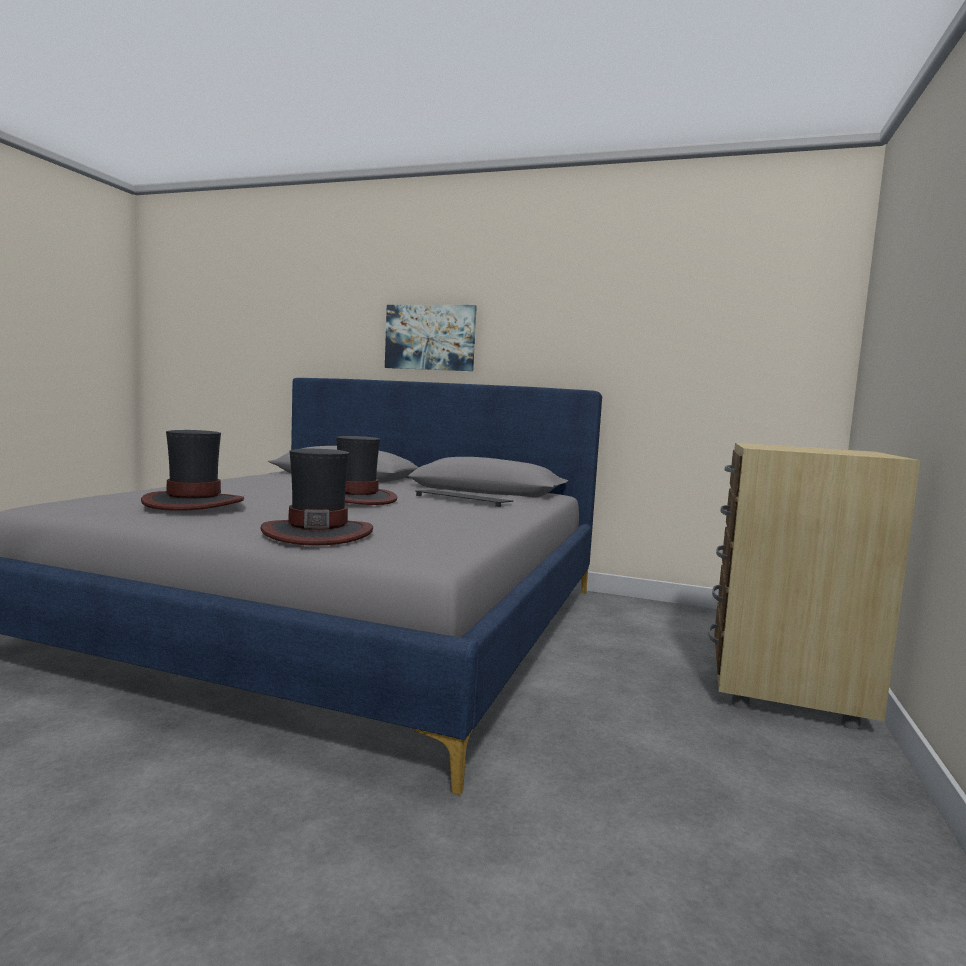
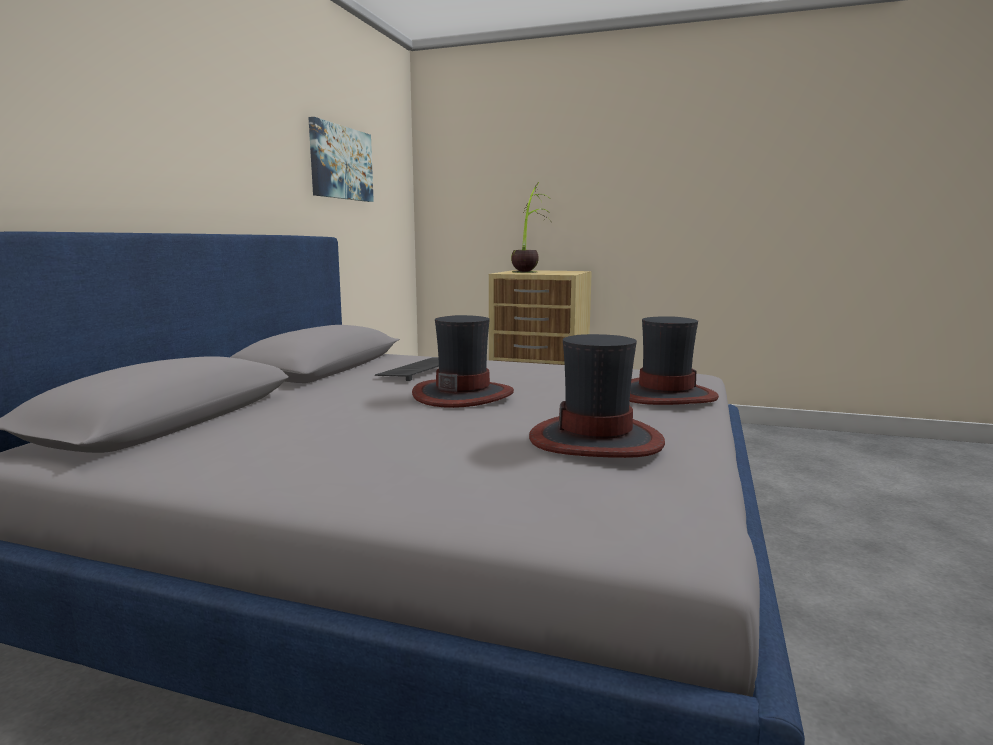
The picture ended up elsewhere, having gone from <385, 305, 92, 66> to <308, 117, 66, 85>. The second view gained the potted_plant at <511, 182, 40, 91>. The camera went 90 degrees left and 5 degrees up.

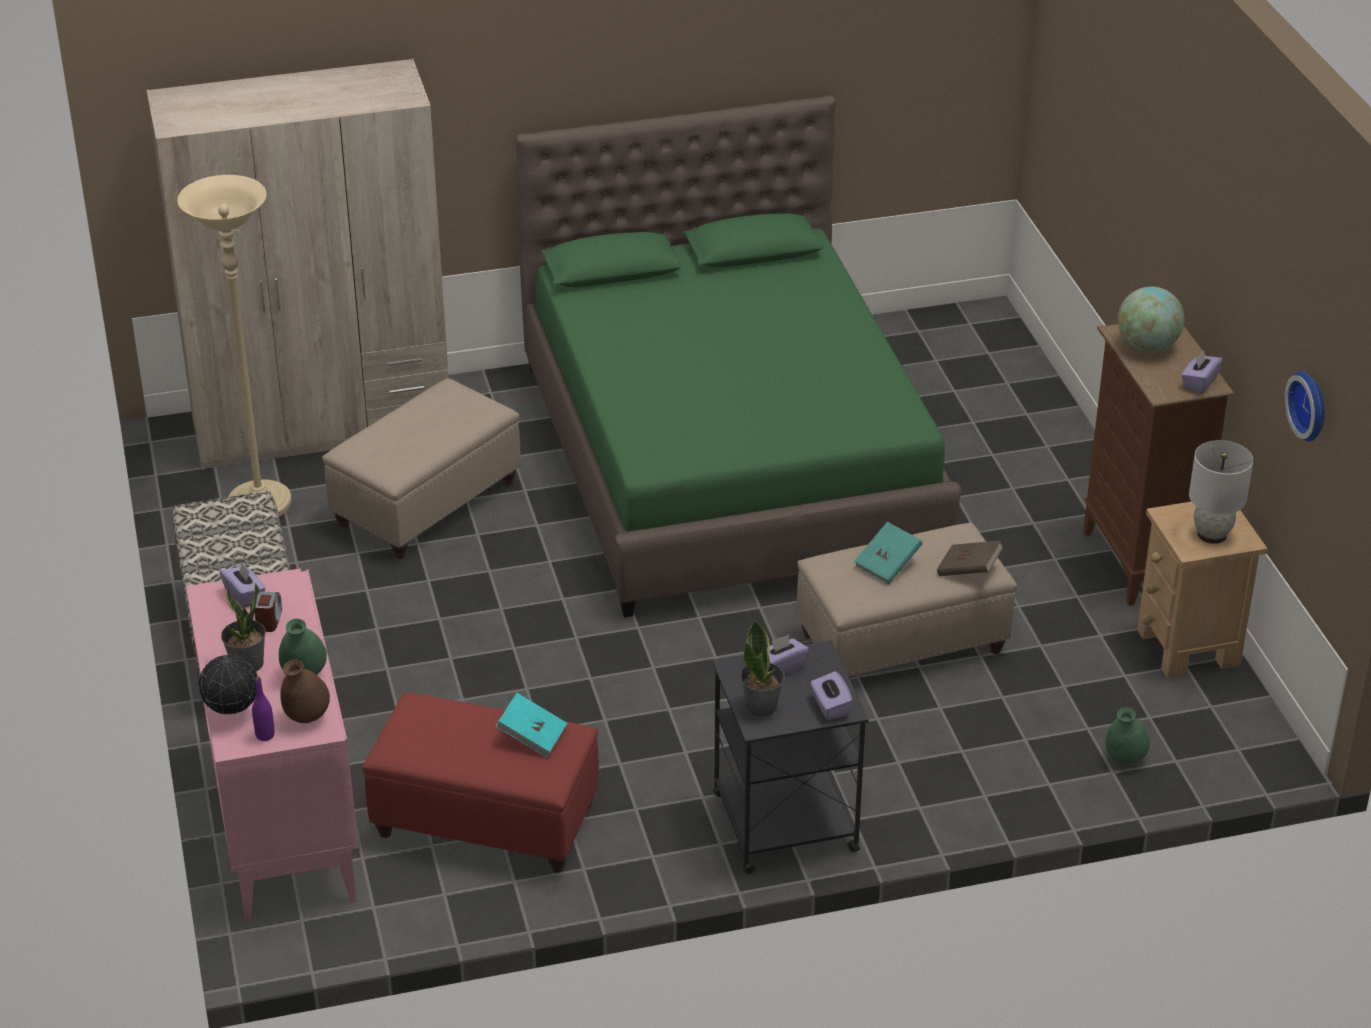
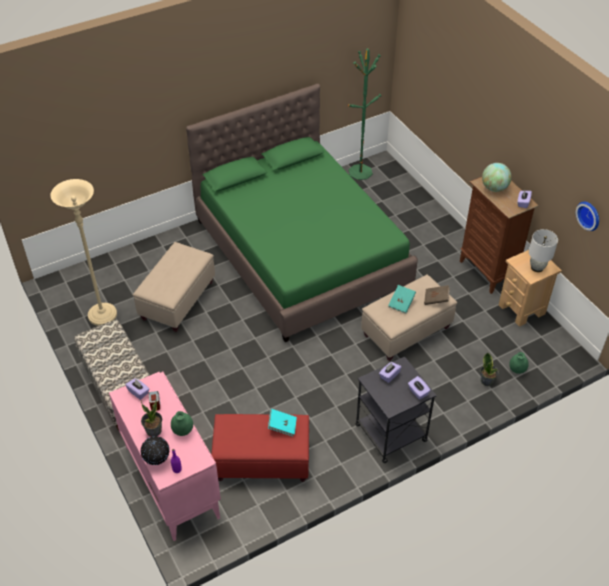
The second view lost the beige_wardrobe at <147, 59, 302, 411>. The second view lost the brown_vase at <280, 660, 50, 63>. The potted_plant ended up elsewhere, having gone from <740, 620, 45, 97> to <481, 352, 18, 34>. The second view gained the green_clothes_rack at <348, 48, 33, 132>. The camera went 15 degrees left and 10 degrees up.

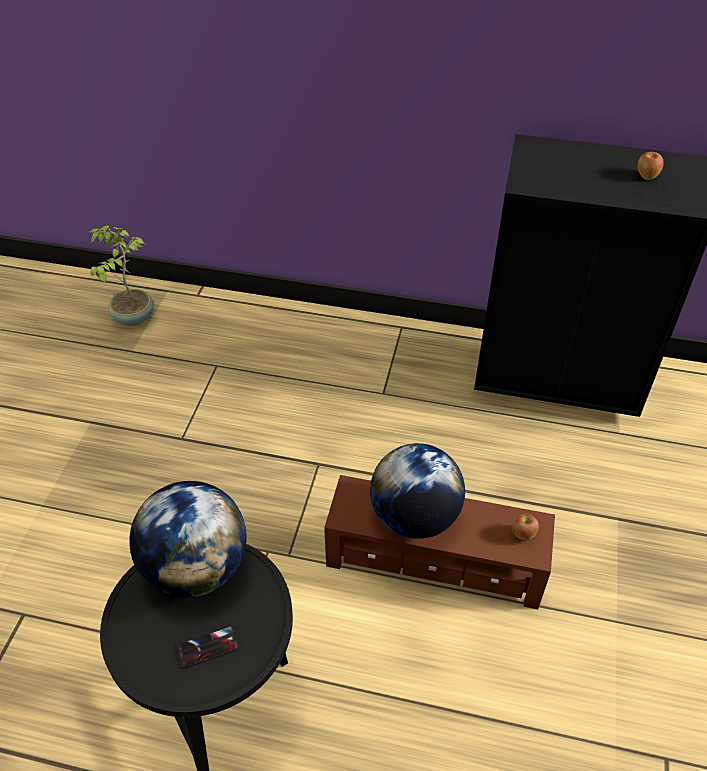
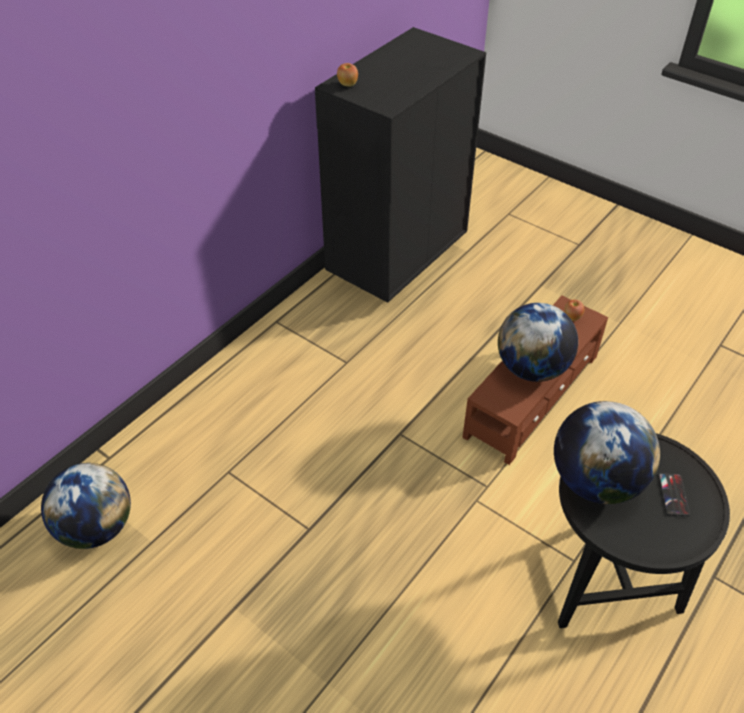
Where the potted_plant stood at <89, 226, 65, 100>, the globe came to stand at <41, 463, 90, 86>. The apple ended up elsewhere, having gone from <638, 152, 26, 28> to <337, 63, 21, 24>. The camera went 65 degrees left and 0 degrees up.

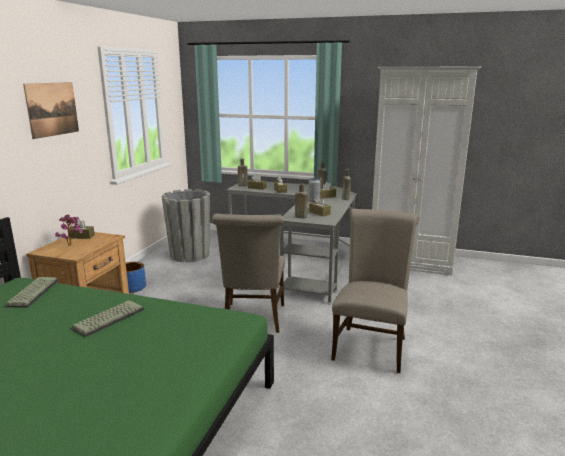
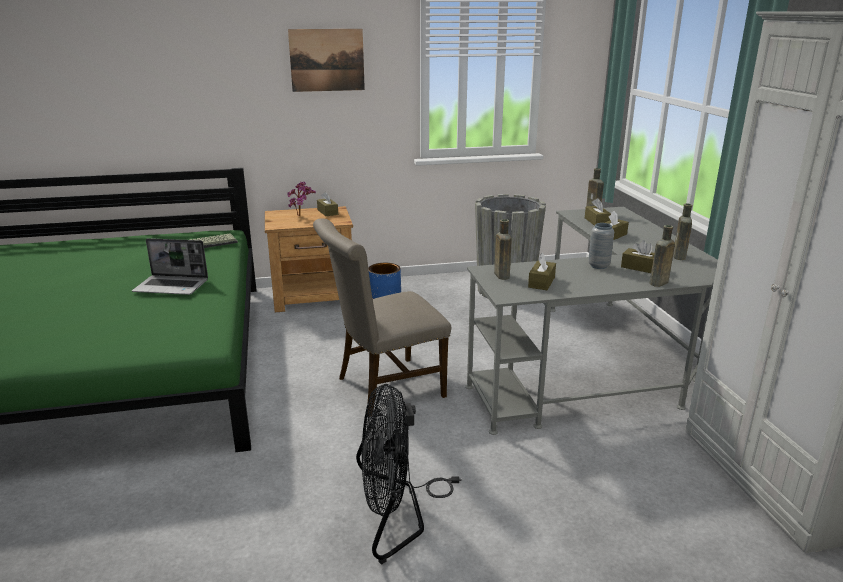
Where the keyboard stood at <71, 300, 74, 37>, the laptop came to stand at <132, 238, 76, 57>. Where the beige_chair stood at <331, 209, 89, 164>, the black_fan came to stand at <356, 384, 106, 181>. The camera went 60 degrees right and 5 degrees up.

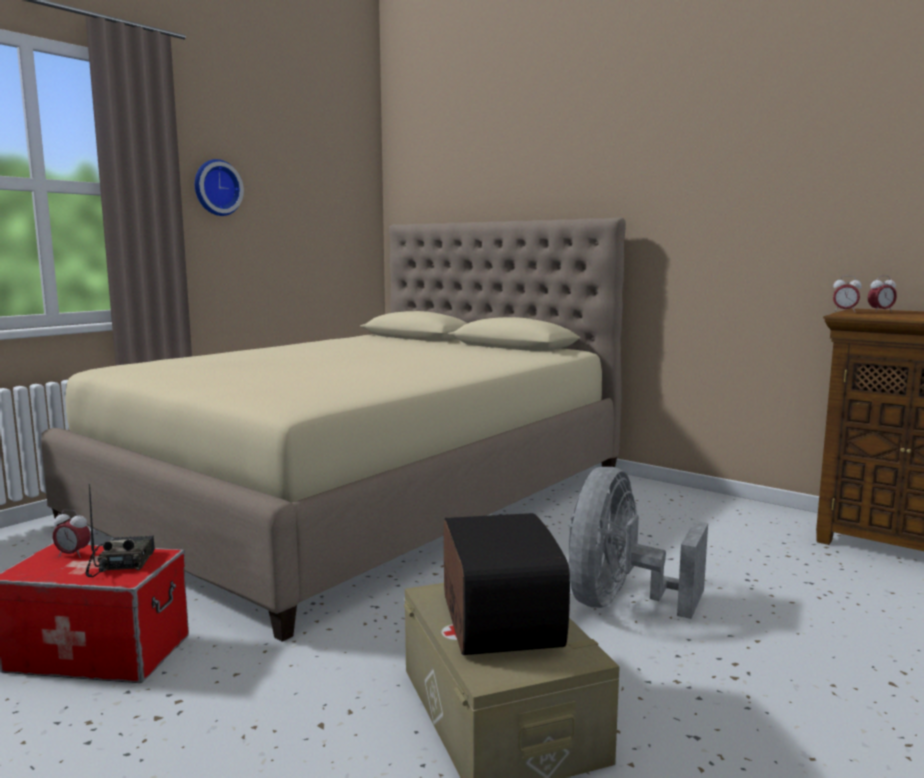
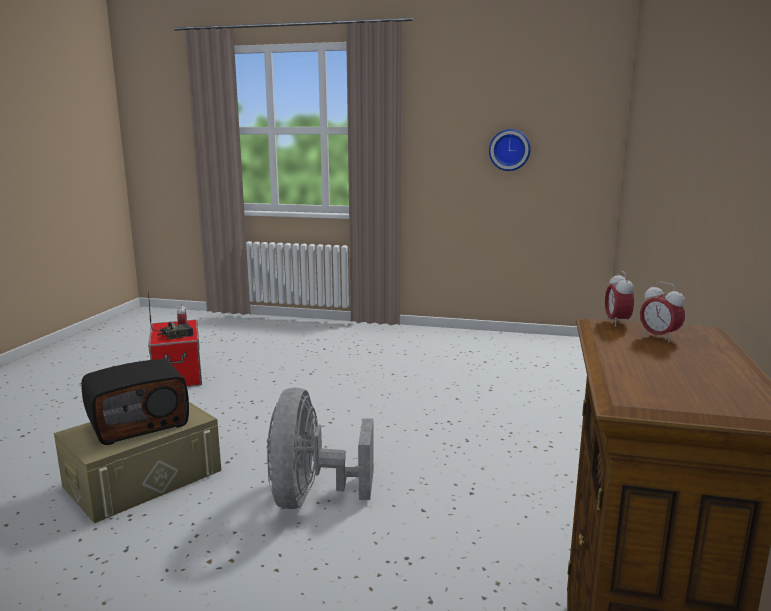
The second view lost the beige_bed at <41, 217, 585, 425>. The wall_clock ended up elsewhere, having gone from <195, 159, 49, 57> to <489, 129, 41, 42>. The grey_fan at <568, 467, 140, 152> ended up facing another way, 90 degrees counterclockwise from before. The camera went 65 degrees right and 5 degrees up.

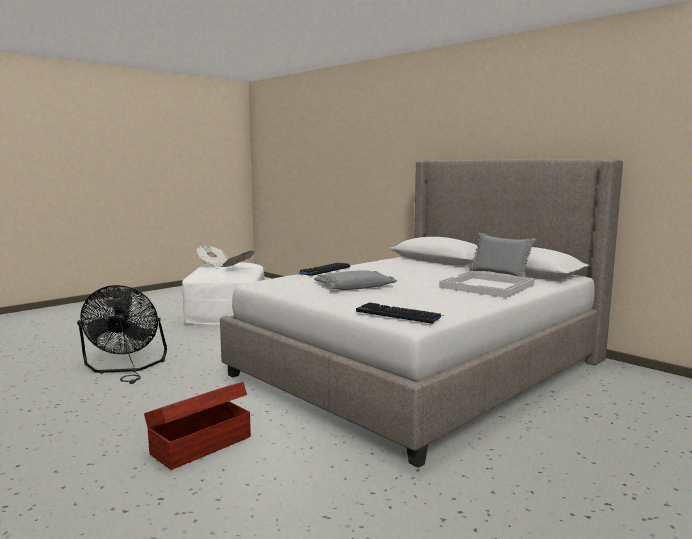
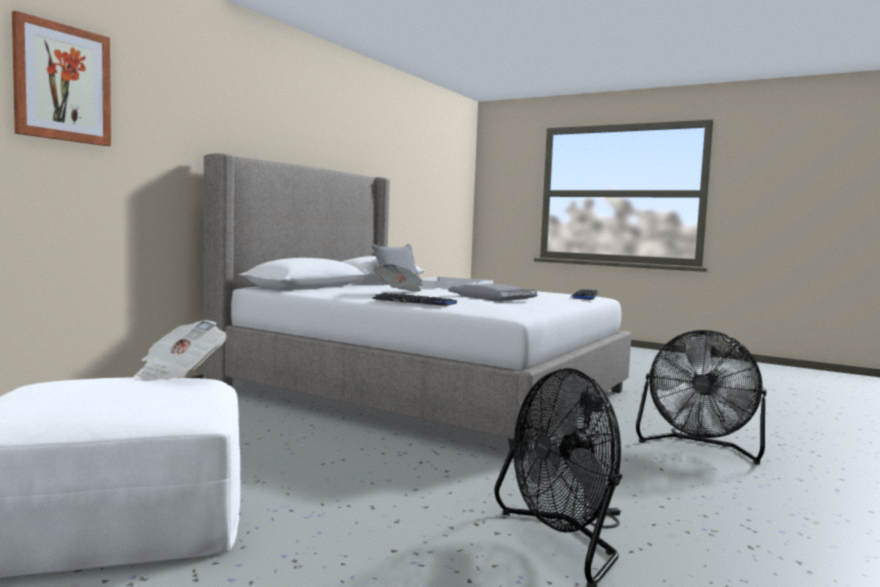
Where the brown_storage_box stood at <144, 382, 107, 88>, the black_fan came to stand at <636, 330, 131, 135>. The newspaper ended up elsewhere, having gone from <196, 245, 32, 22> to <374, 264, 49, 28>. The second view gained the picture at <12, 11, 99, 135>. The camera went 105 degrees left and 5 degrees down.

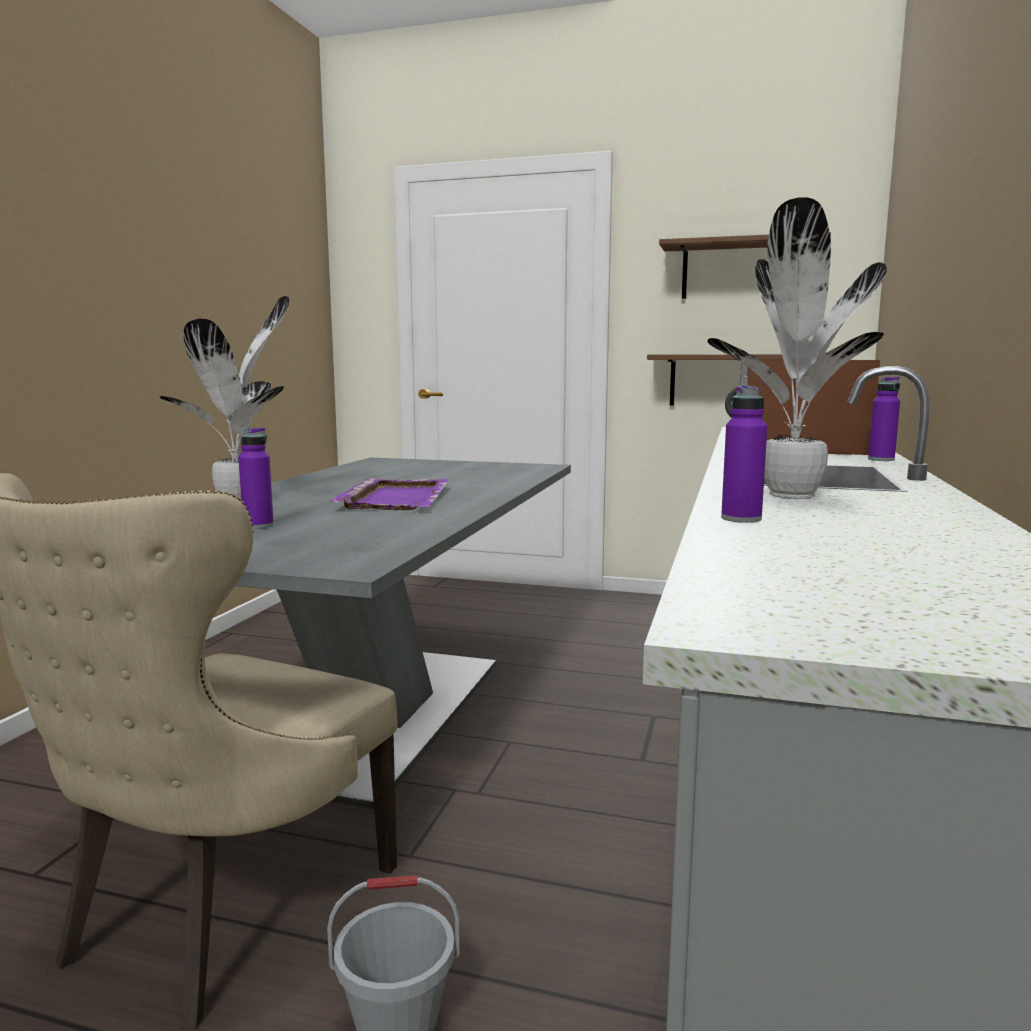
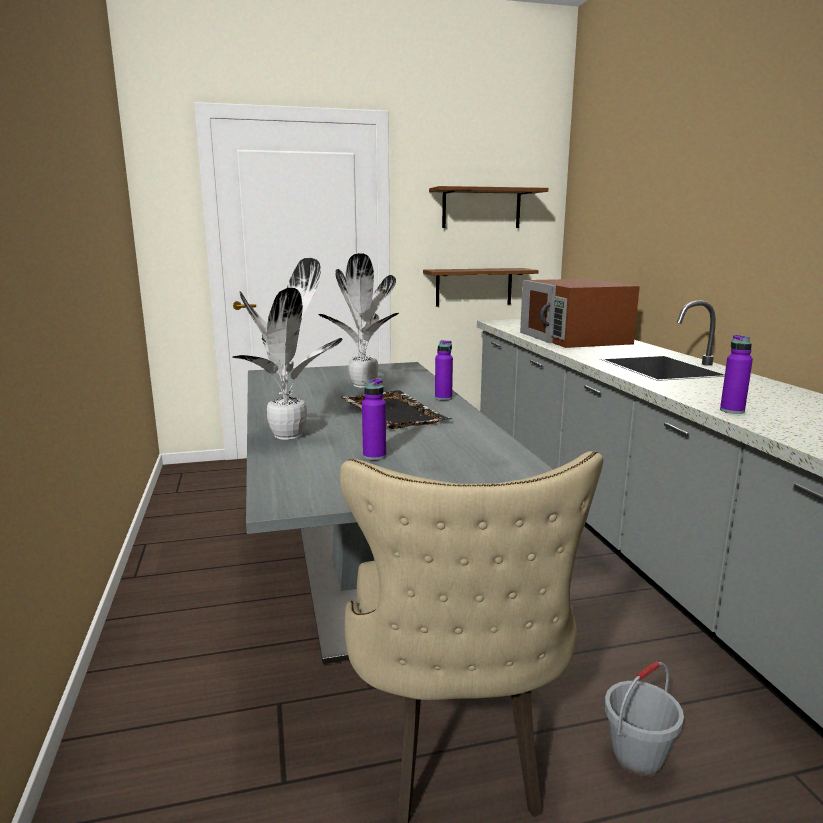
What was the purple_tray at <331, 478, 117, 32> turned into the black_tray at <341, 390, 111, 39>. The potted_plant ended up elsewhere, having gone from <707, 197, 180, 302> to <319, 253, 80, 135>. The purple_bottle ended up elsewhere, having gone from <868, 377, 32, 84> to <435, 340, 18, 60>. The camera went 30 degrees left and 5 degrees up.

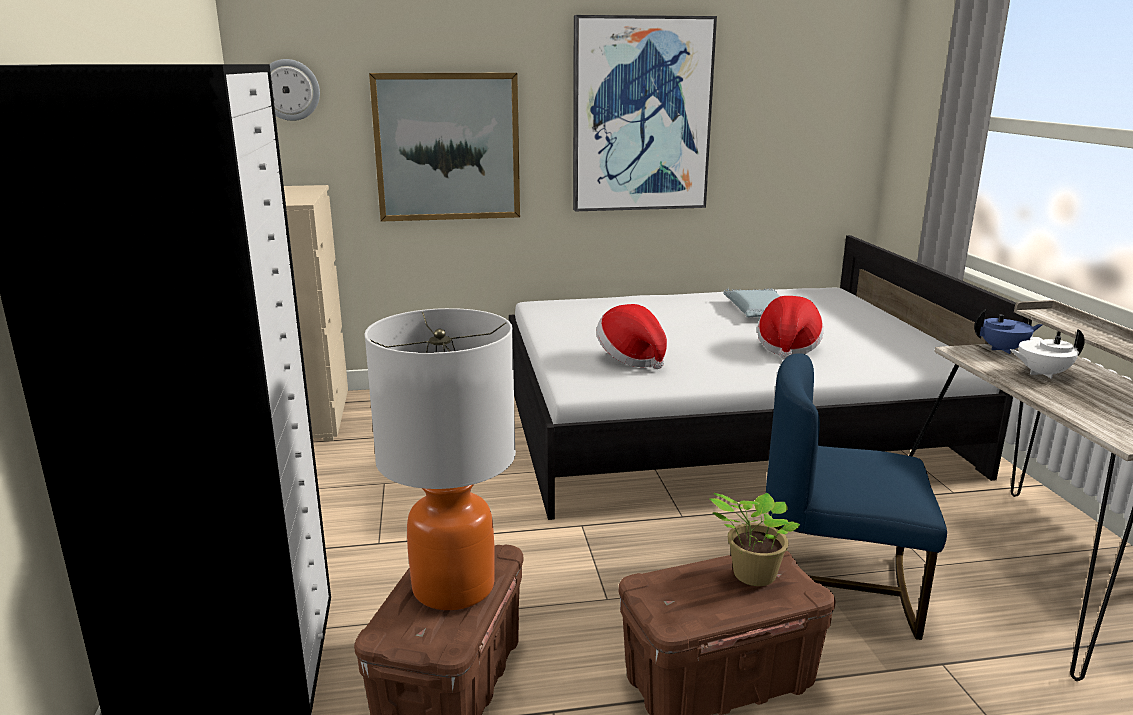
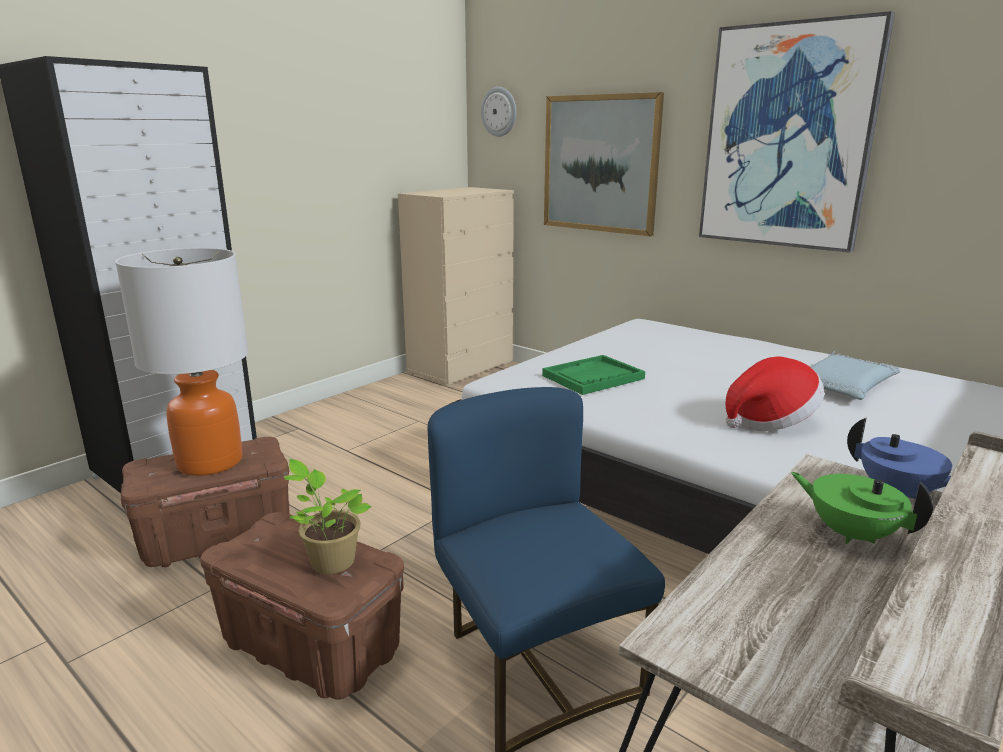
Where the hat stood at <596, 304, 71, 65>, the green_tray came to stand at <542, 355, 103, 40>. What was the white_teapot at <1010, 329, 75, 49> turned into the green_teapot at <791, 472, 142, 72>. The camera went 50 degrees right and 0 degrees up.

